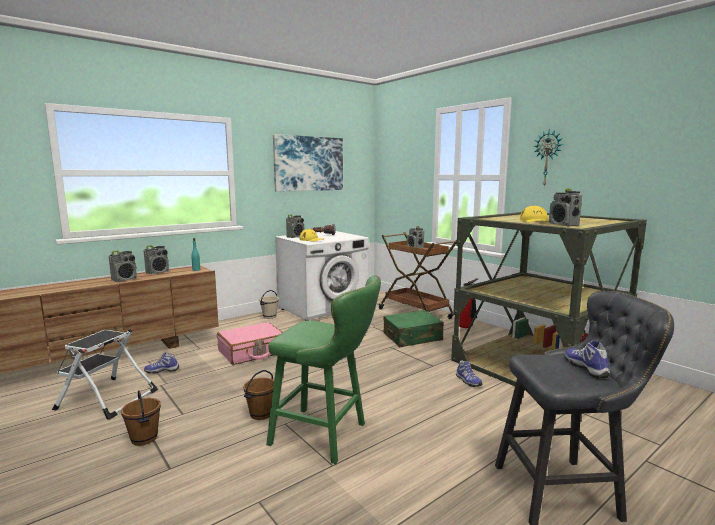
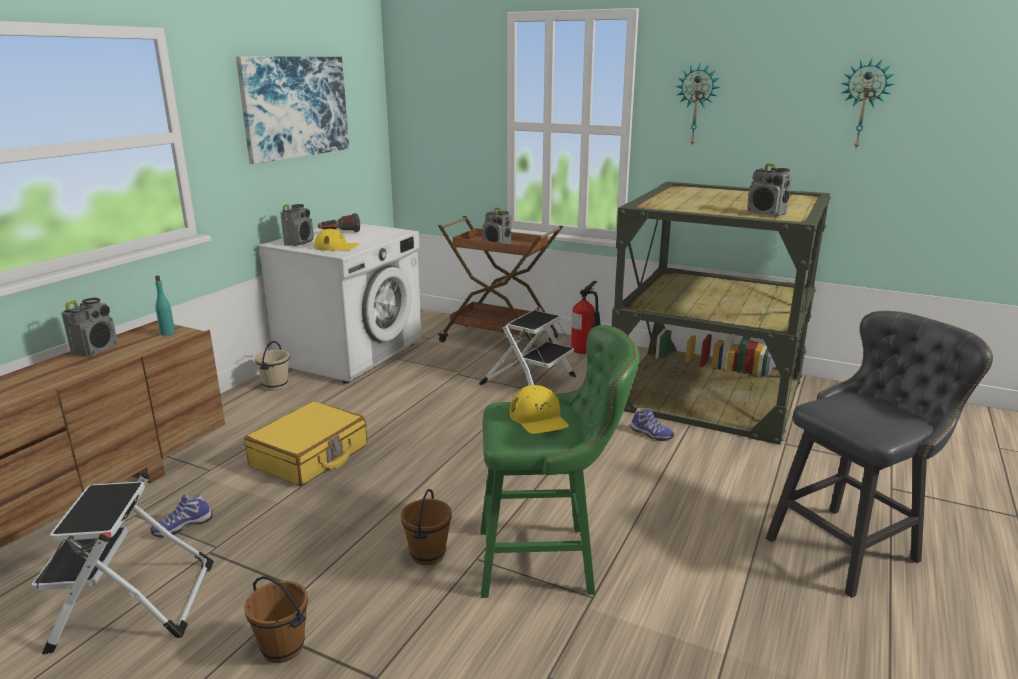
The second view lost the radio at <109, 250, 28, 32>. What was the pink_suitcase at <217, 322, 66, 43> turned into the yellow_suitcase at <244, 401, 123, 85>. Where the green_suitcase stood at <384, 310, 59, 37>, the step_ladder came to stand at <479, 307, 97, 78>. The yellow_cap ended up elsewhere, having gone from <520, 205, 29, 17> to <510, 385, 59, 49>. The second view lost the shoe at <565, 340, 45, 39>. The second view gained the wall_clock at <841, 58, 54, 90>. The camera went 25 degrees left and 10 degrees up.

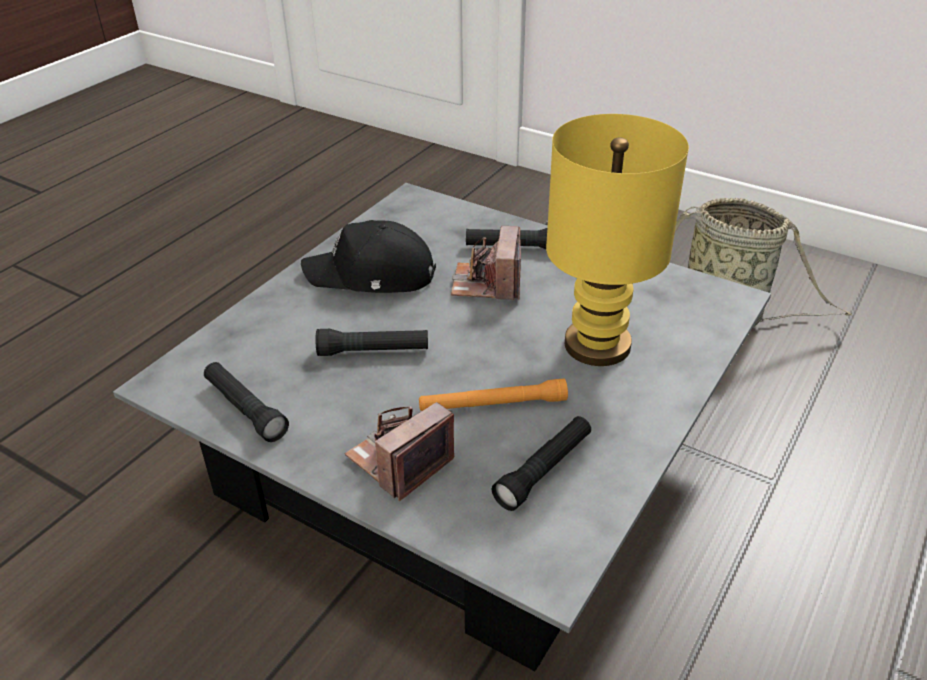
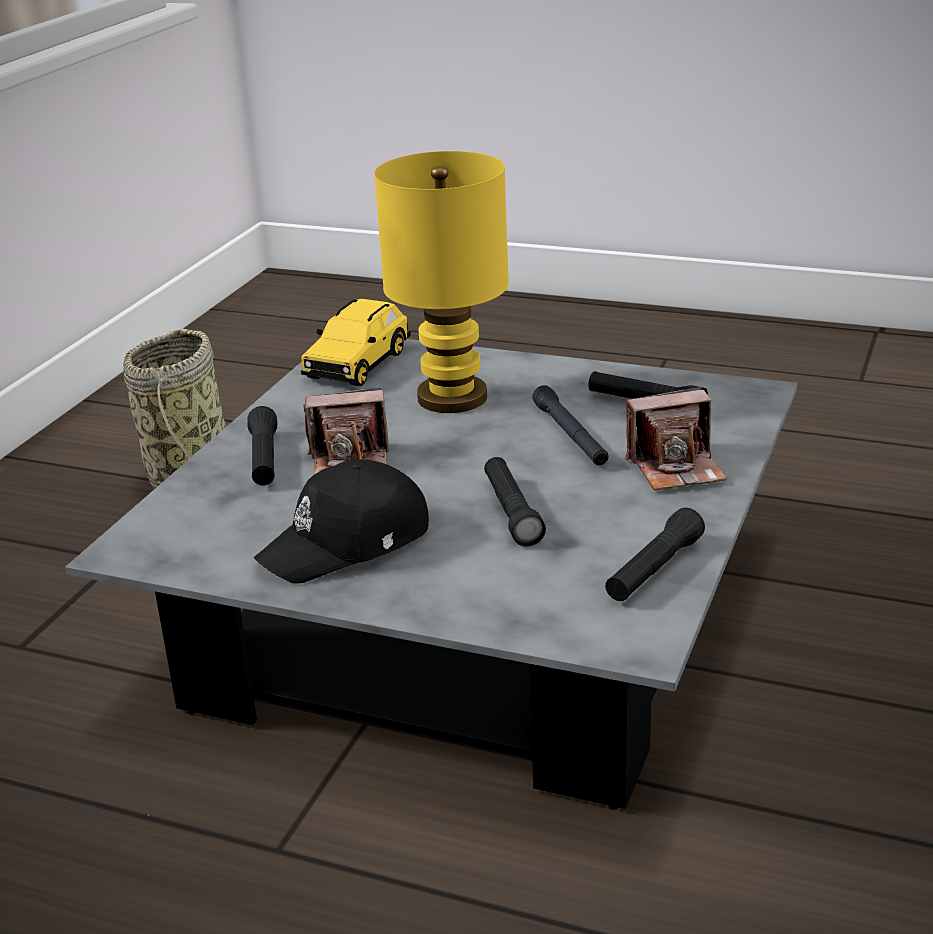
The black_cap at <301, 220, 135, 73> ended up facing another way, 60 degrees clockwise from before. The photo_camera at <345, 402, 110, 99> ended up facing another way, 45 degrees counterclockwise from before. What was the orange_flashlight at <419, 378, 149, 33> turned into the black_flashlight at <532, 385, 77, 80>. The second view gained the yellow_toy_car at <301, 299, 110, 87>. The camera went 100 degrees left and 10 degrees down.

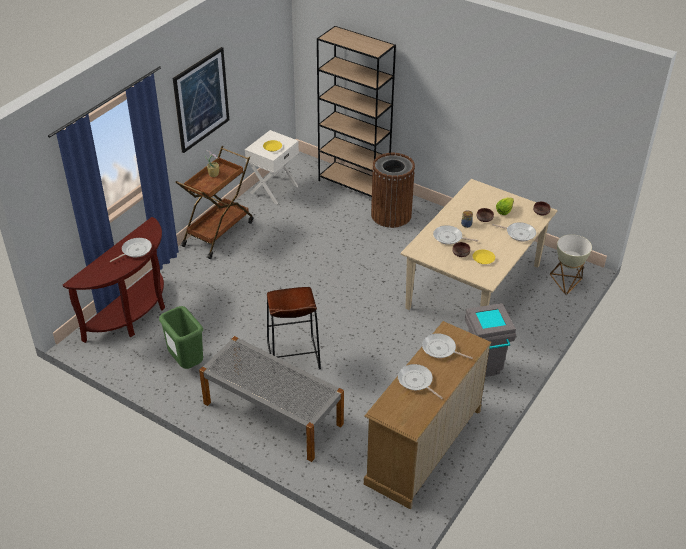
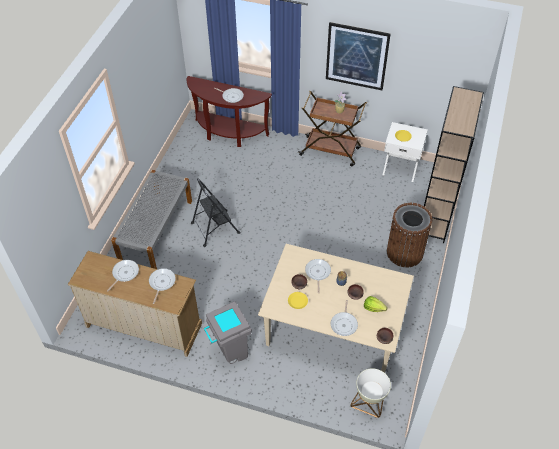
The second view lost the green_trash_can at <159, 306, 44, 63>. Where the brown_stool stood at <267, 287, 54, 84>, the black_step_ladder came to stand at <191, 178, 50, 69>. The camera went 75 degrees right and 10 degrees up.

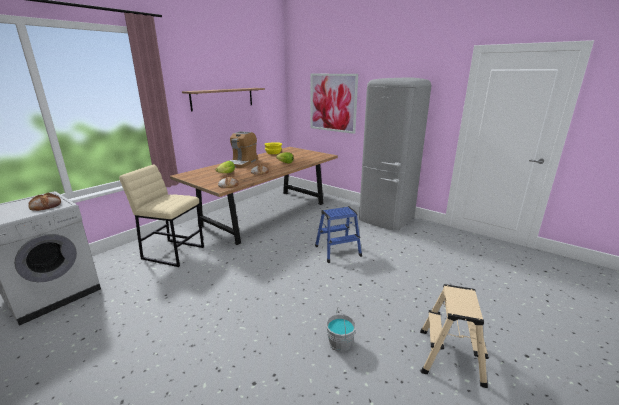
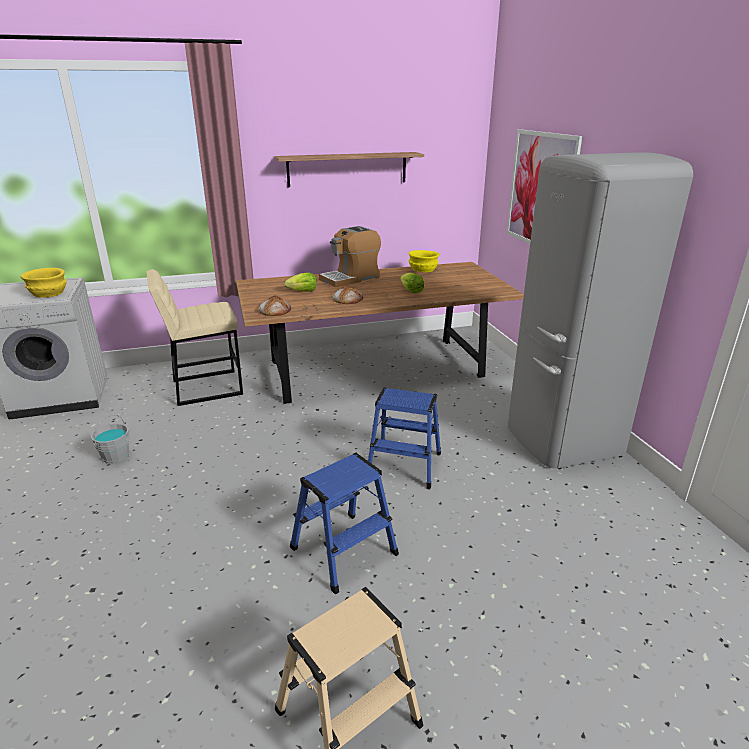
Where the bread stood at <29, 193, 32, 18>, the yellow_bowl came to stand at <21, 268, 46, 30>. The beige_chair at <119, 165, 85, 102> ended up facing another way, 75 degrees counterclockwise from before. The grey_bucket ended up elsewhere, having gone from <325, 307, 31, 45> to <90, 414, 40, 50>. The second view gained the blue_step_ladder at <290, 452, 109, 142>. The camera went 35 degrees right and 5 degrees up.

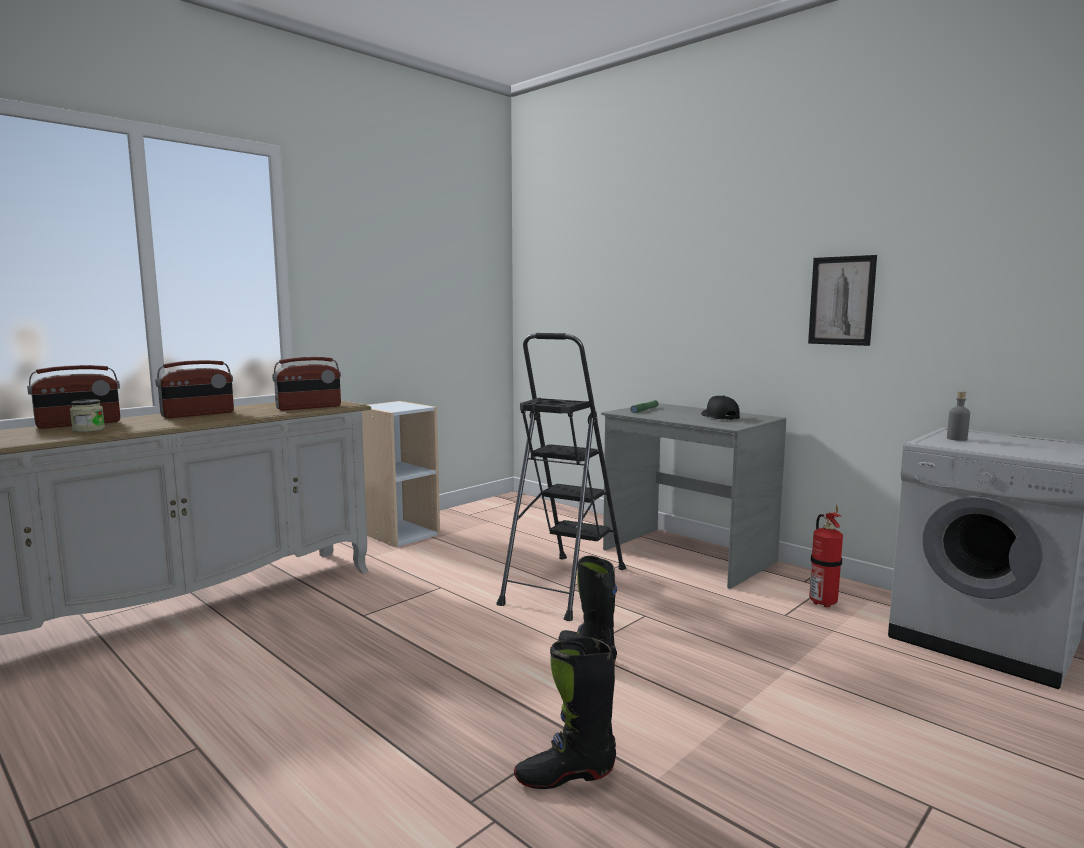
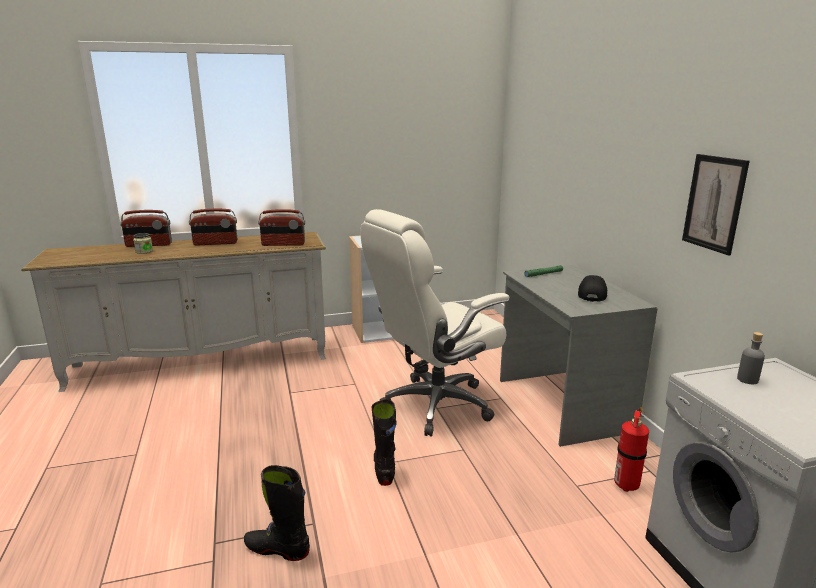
Where the step_ladder stood at <496, 333, 130, 288>, the white_office_chair came to stand at <360, 209, 149, 227>. The camera went 30 degrees right and 10 degrees up.

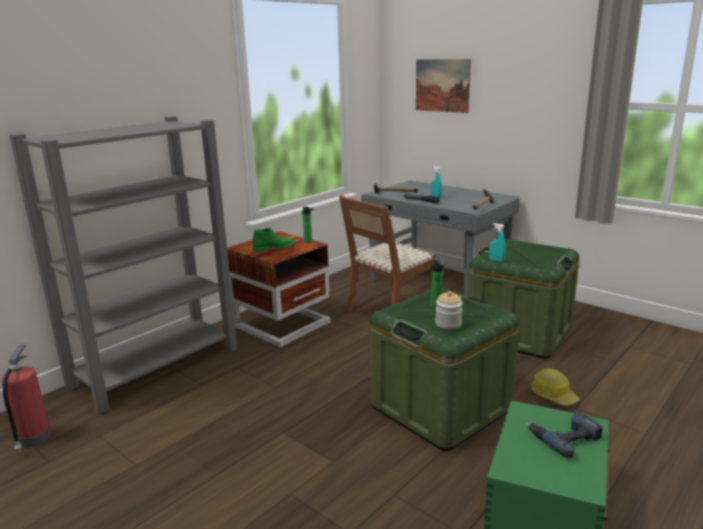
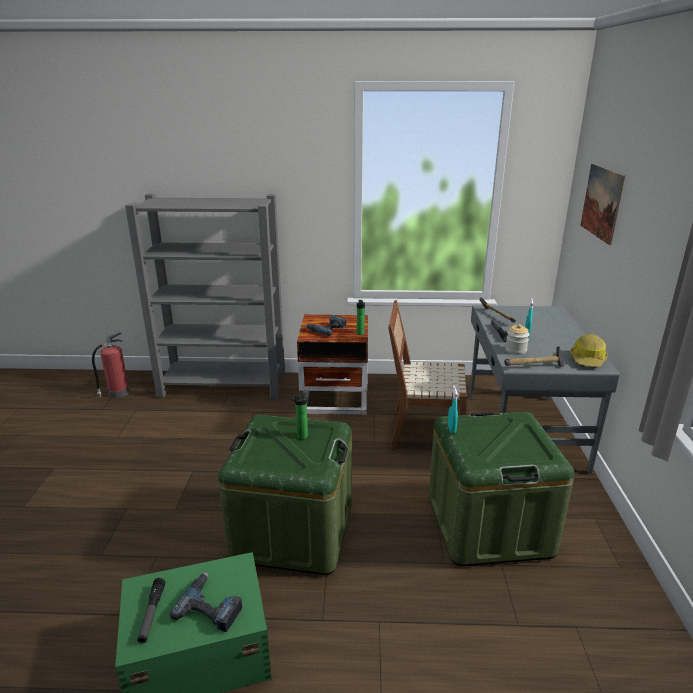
Where the green_boot stood at <252, 228, 43, 24>, the power_drill came to stand at <305, 315, 41, 21>. The jar ended up elsewhere, having gone from <435, 291, 28, 38> to <505, 324, 24, 31>. The hard_hat ended up elsewhere, having gone from <531, 368, 48, 38> to <570, 334, 37, 33>. The second view gained the flashlight at <137, 578, 28, 65>. The camera went 50 degrees right and 5 degrees up.

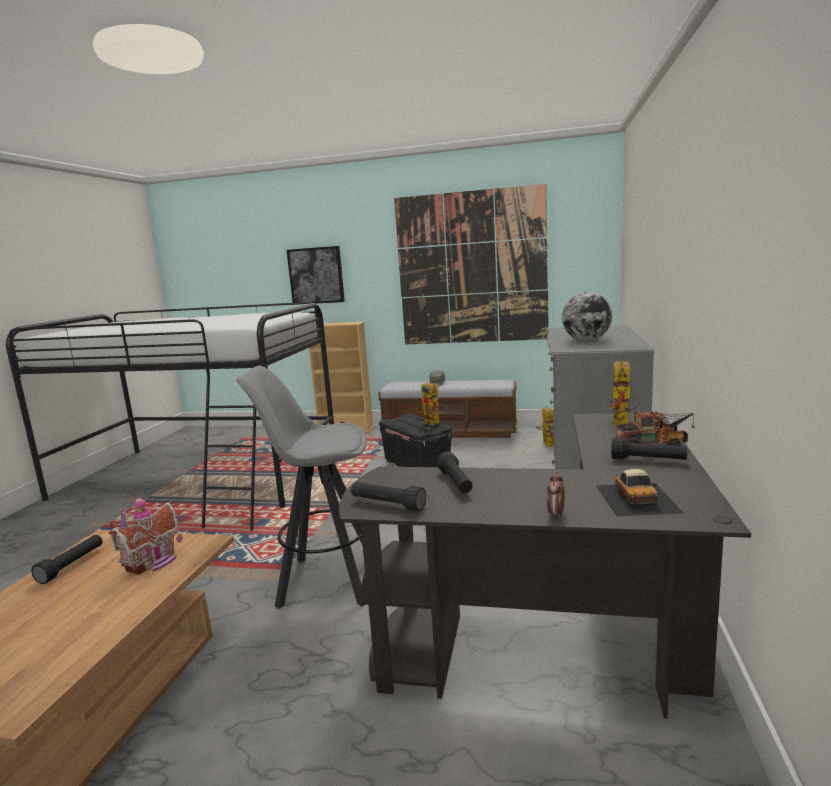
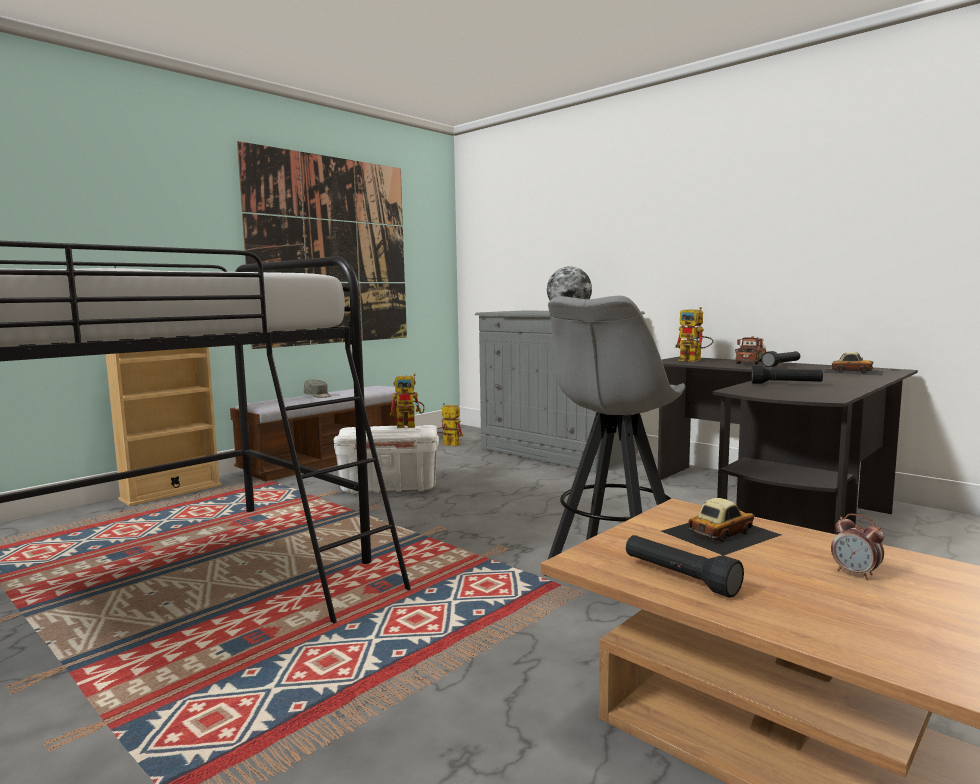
Where the toy_house stood at <108, 494, 75, 81>, the toy_car came to stand at <661, 498, 120, 57>. The second view lost the picture at <287, 246, 58, 59>. The second view lost the black_flashlight at <351, 482, 75, 30>. What was the black_storage_box at <379, 413, 73, 54> turned into the white_storage_box at <334, 425, 105, 69>. The alarm_clock ended up elsewhere, having gone from <547, 471, 18, 47> to <831, 514, 53, 66>. The camera went 60 degrees left and 5 degrees down.

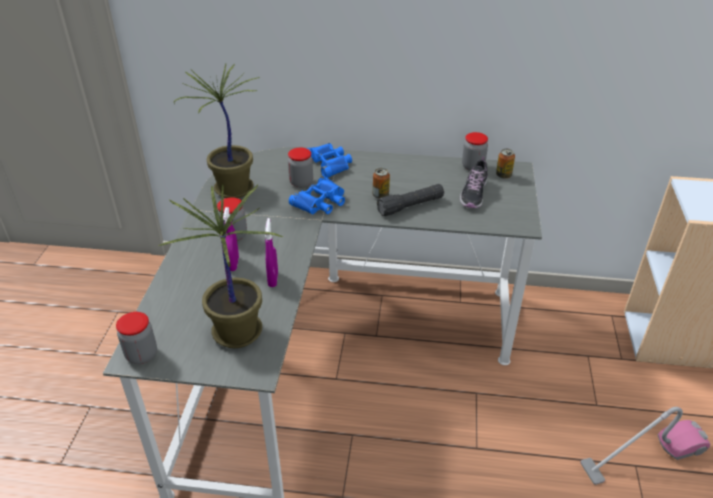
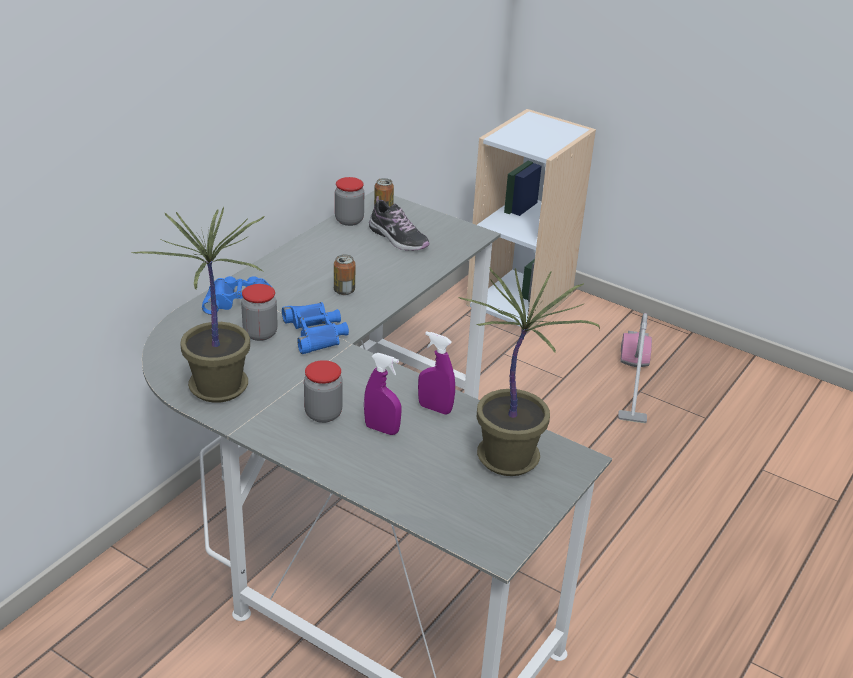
The second view lost the jar at <116, 312, 41, 52>. The second view lost the black_flashlight at <377, 184, 67, 32>. The camera went 65 degrees left and 5 degrees down.

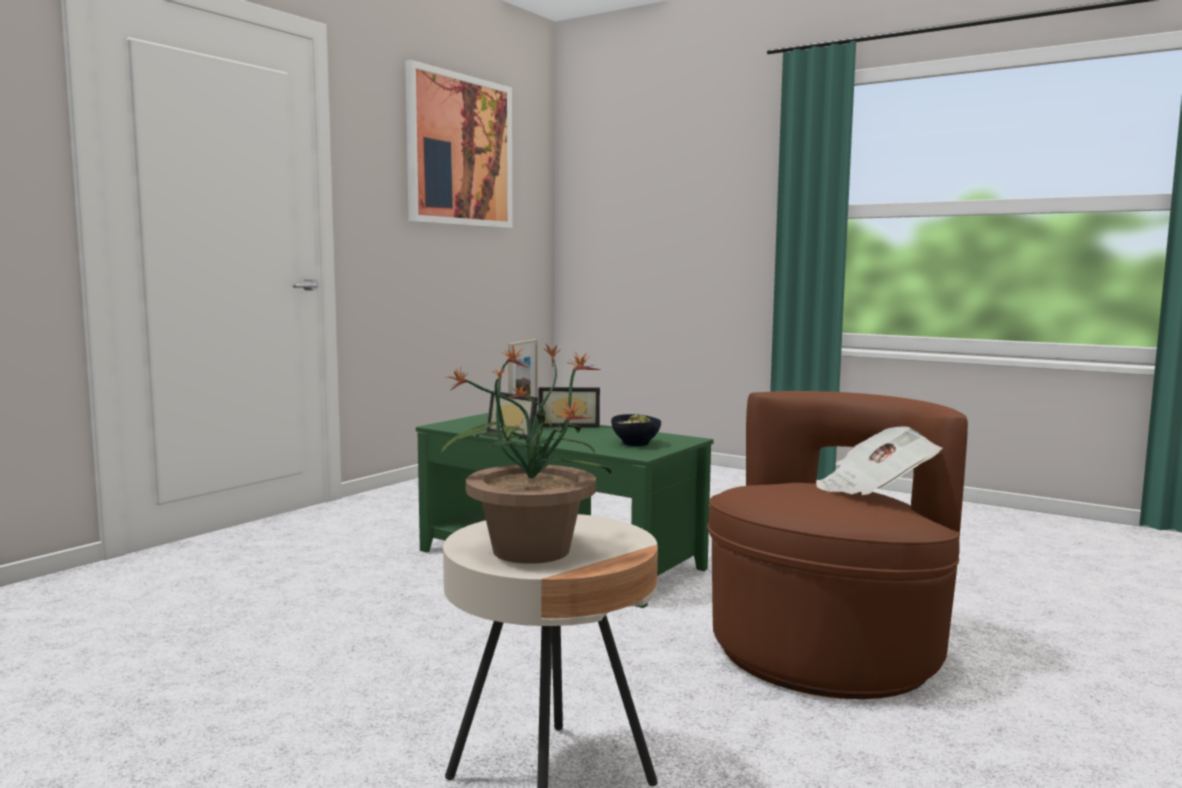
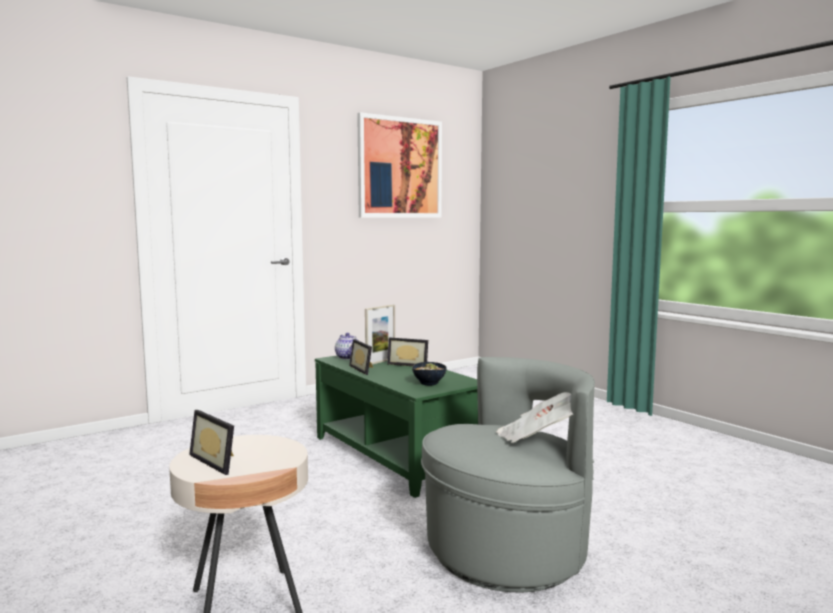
Where the potted_plant stood at <441, 343, 171, 221>, the picture_frame came to stand at <189, 410, 45, 65>. What was the brown_armchair at <707, 391, 261, 308> turned into the grey_armchair at <421, 357, 174, 236>. The second view gained the teapot at <335, 333, 22, 26>. The camera went 20 degrees right and 0 degrees up.

